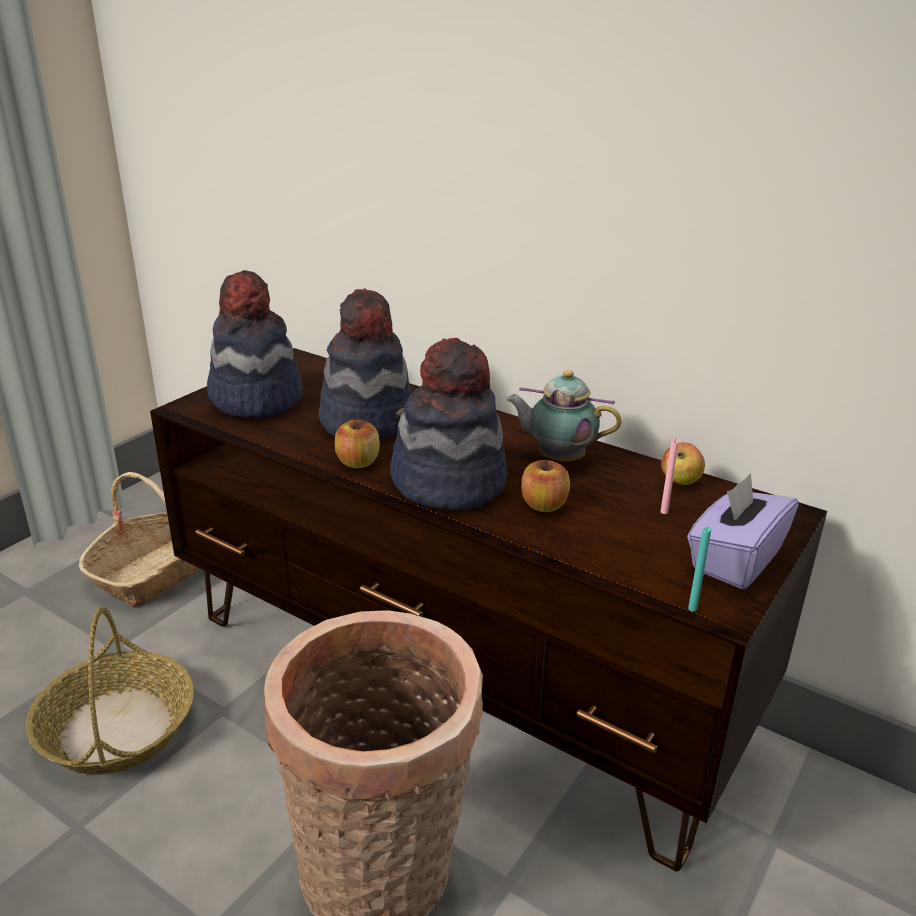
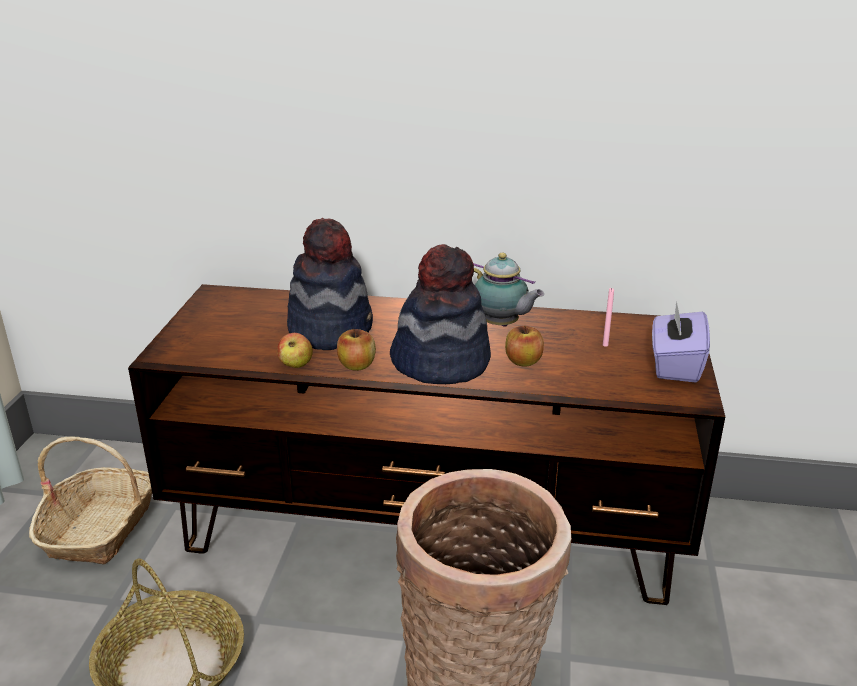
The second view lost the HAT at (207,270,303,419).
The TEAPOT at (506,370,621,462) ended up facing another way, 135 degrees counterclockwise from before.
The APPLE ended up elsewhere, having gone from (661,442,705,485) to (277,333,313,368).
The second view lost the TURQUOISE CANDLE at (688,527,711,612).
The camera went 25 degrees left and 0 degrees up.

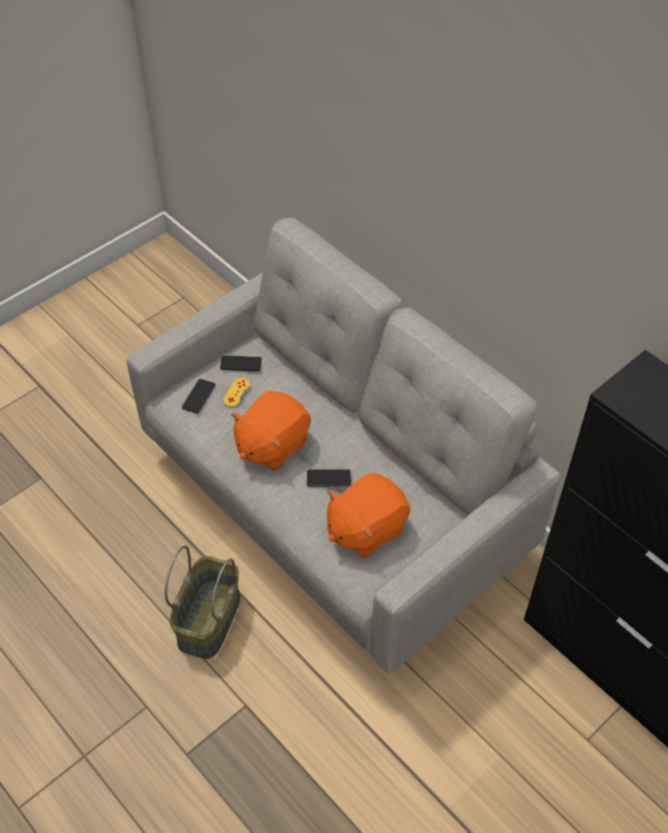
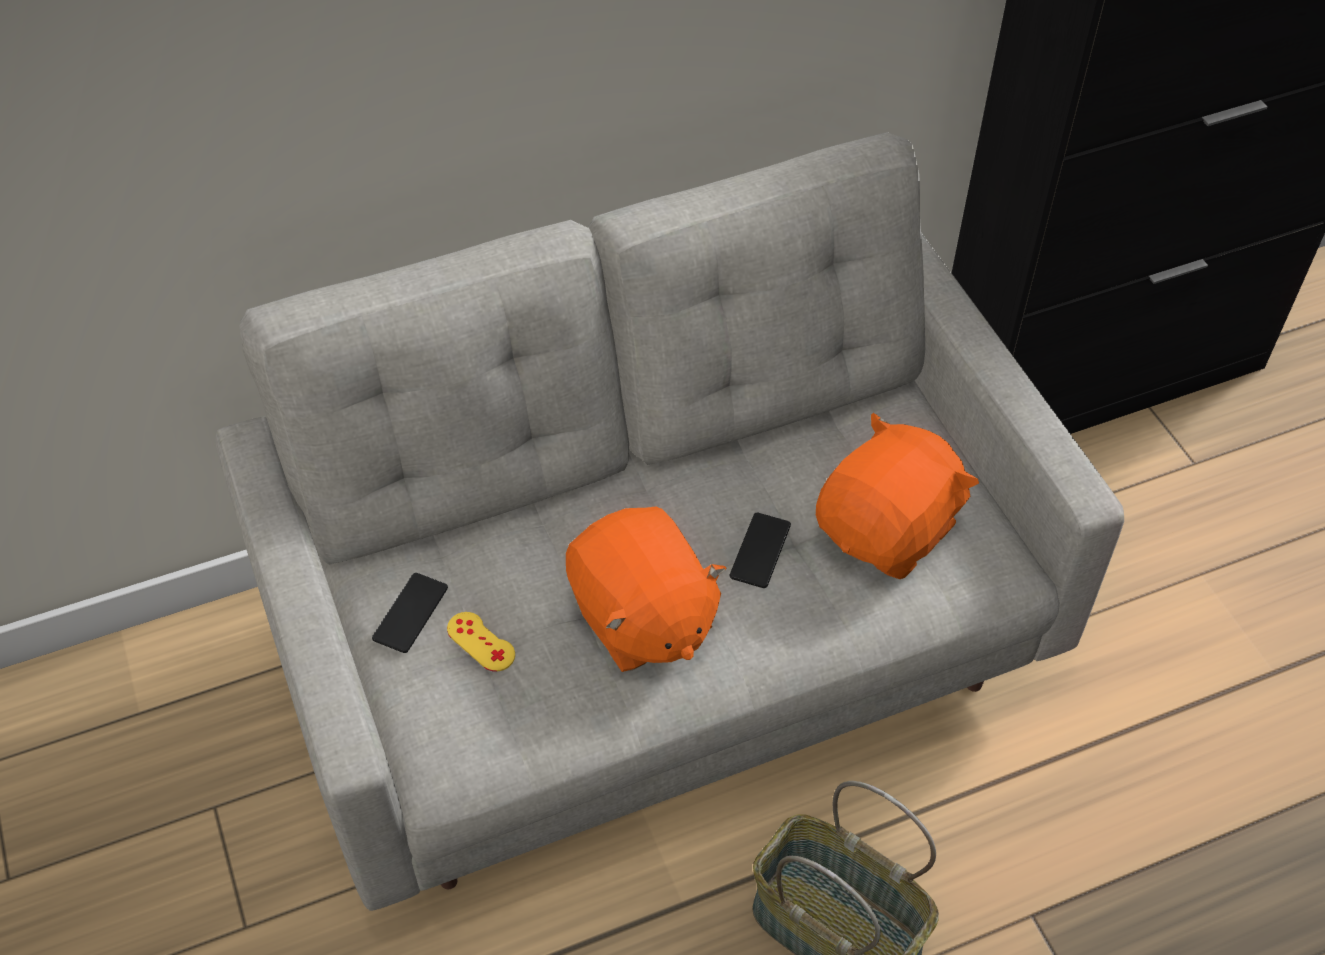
The second view lost the PHONE at (182,379,216,414).
The ORANGE PLUSH TOY at (327,473,410,558) ended up facing another way, 120 degrees counterclockwise from before.
The camera went 70 degrees left and 0 degrees up.

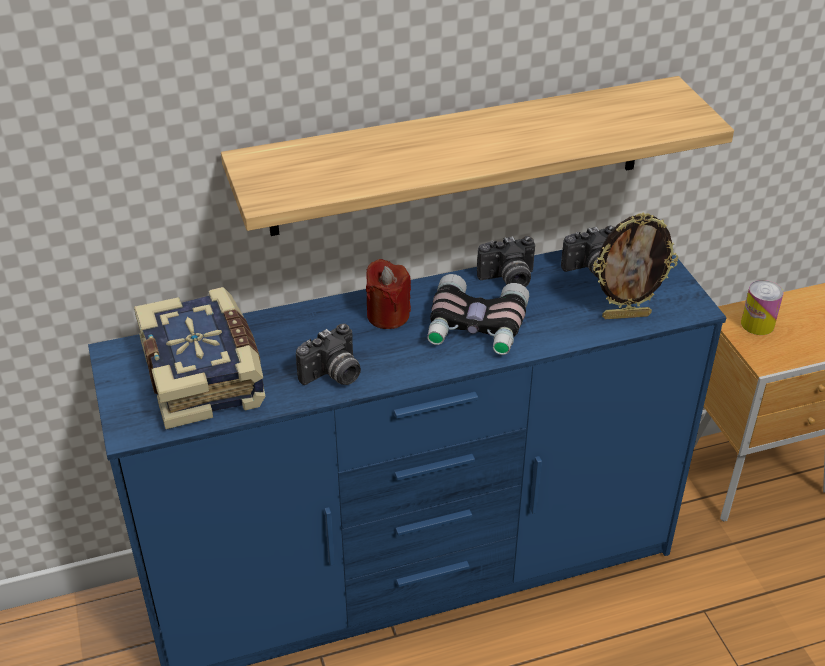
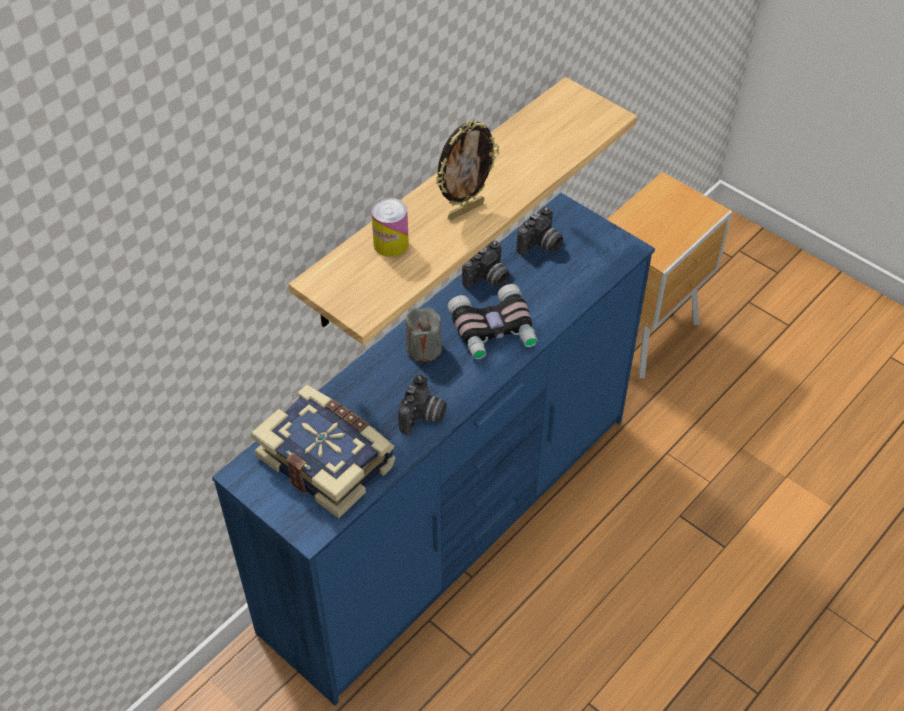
What was the RED CANDLE at (366,259,411,329) turned into the GREY CANDLE at (405,307,442,362).
The PICTURE FRAME ended up elsewhere, having gone from (593,212,678,319) to (435,121,499,220).
The CAN ended up elsewhere, having gone from (741,280,783,335) to (371,198,409,257).
The camera went 30 degrees left and 10 degrees up.

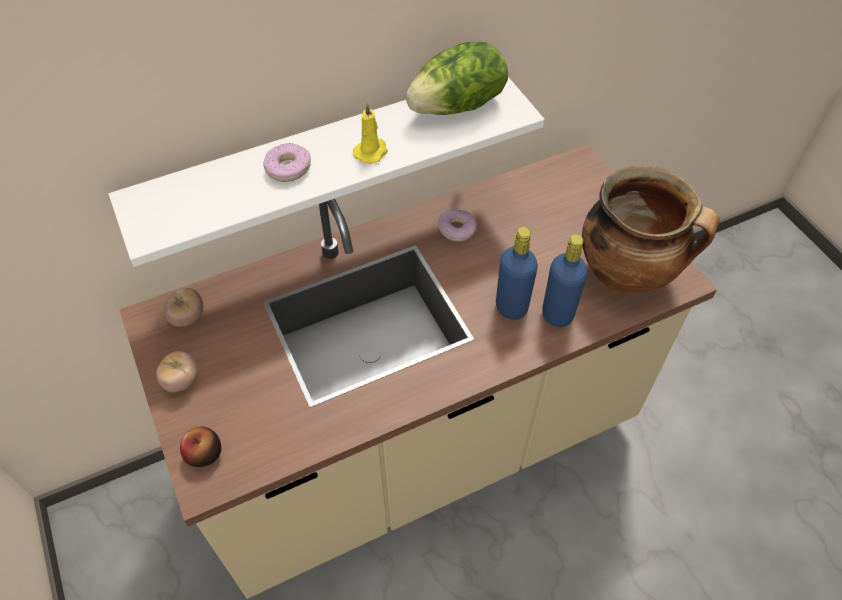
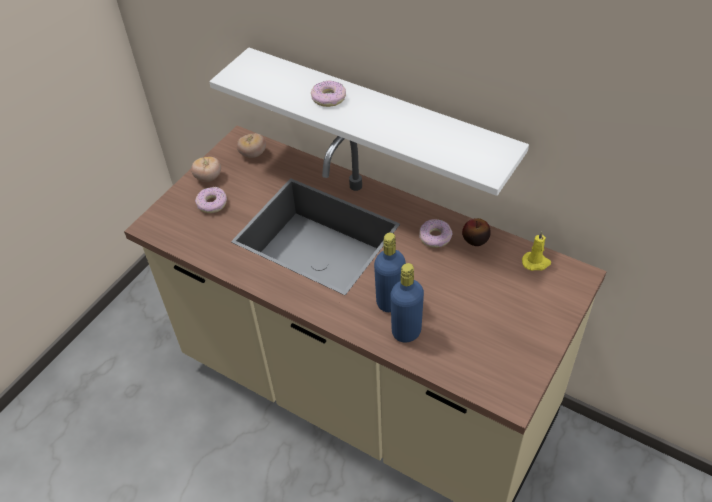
The APPLE ended up elsewhere, having gone from (180,427,221,467) to (462,218,491,246).
The YELLOW CANDLE ended up elsewhere, having gone from (353,103,388,164) to (522,231,551,271).
The second view lost the LETTUCE at (406,42,508,115).
The second view lost the COOKING POT at (582,166,720,294).
The second view gained the DONUT at (195,187,227,213).
The camera went 60 degrees right and 5 degrees down.

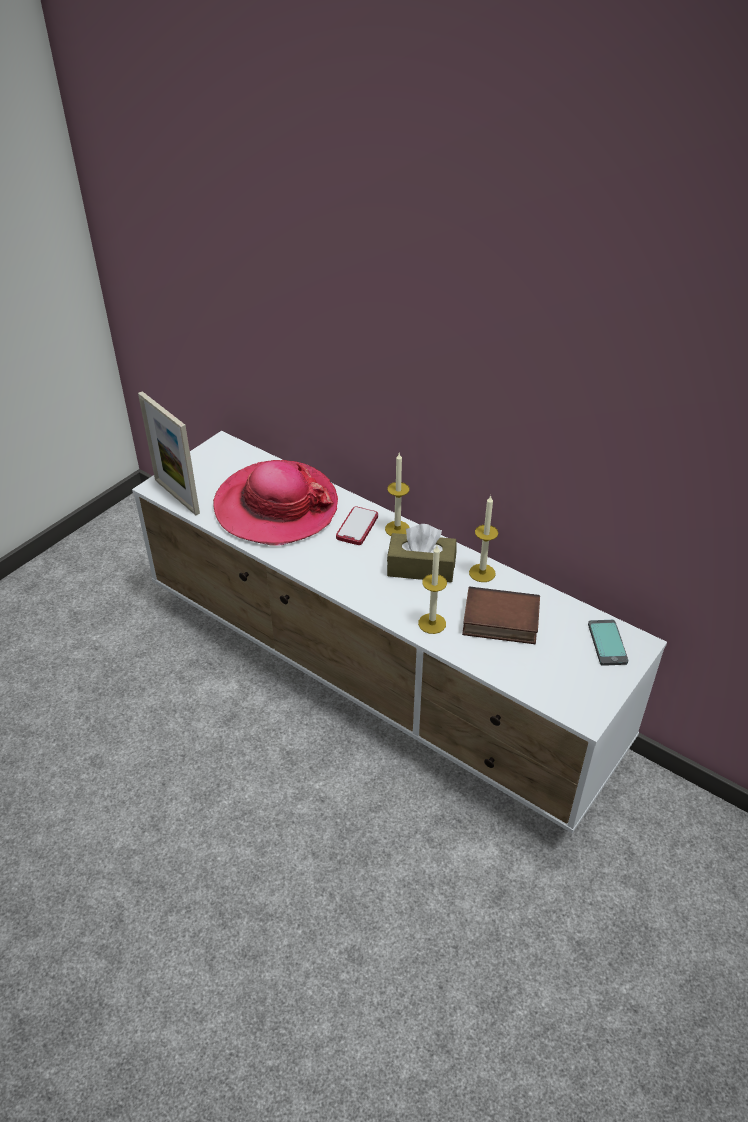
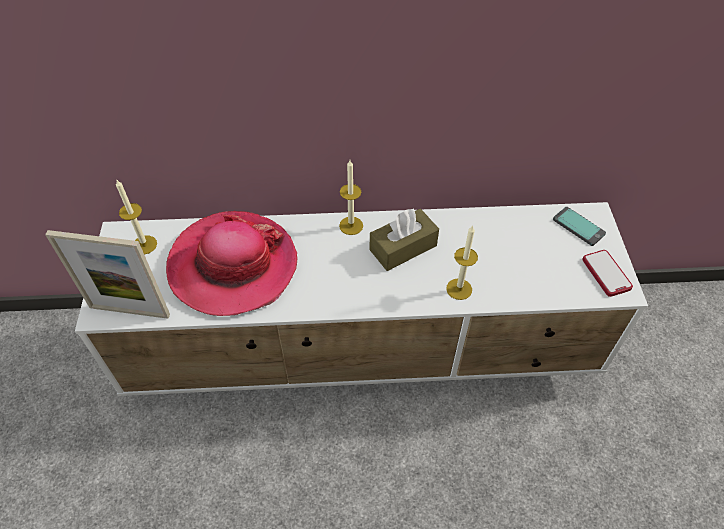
The PHONE ended up elsewhere, having gone from (336,507,378,545) to (582,250,633,297).
The second view lost the BOOK at (462,586,540,644).
The CANDLE ended up elsewhere, having gone from (469,495,498,582) to (116,180,157,255).
The camera went 40 degrees left and 10 degrees up.

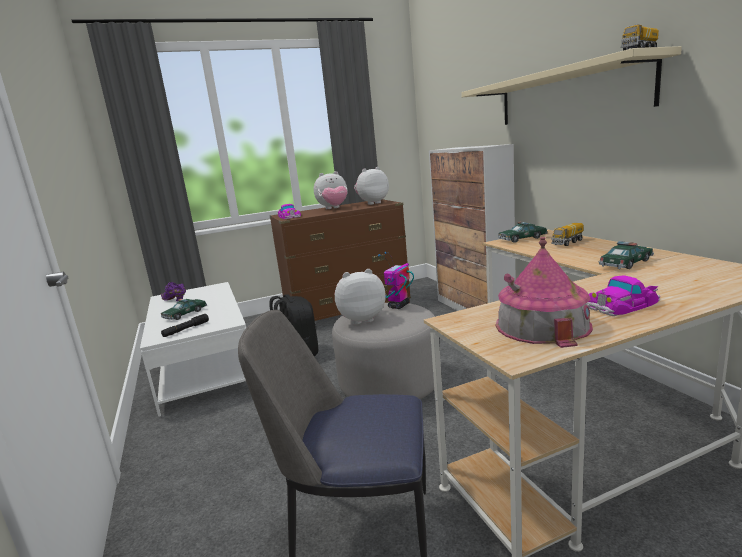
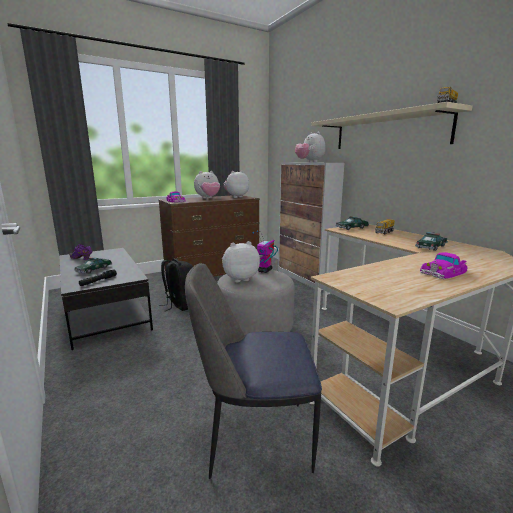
What was the WHITE COFFEE TABLE at (140,282,246,417) turned into the BLACK COFFEE TABLE at (59,248,153,350).
The second view lost the TOY HOUSE at (496,237,593,348).
The second view gained the PLUSH TOY at (295,132,325,162).
The camera went 10 degrees left and 0 degrees up.

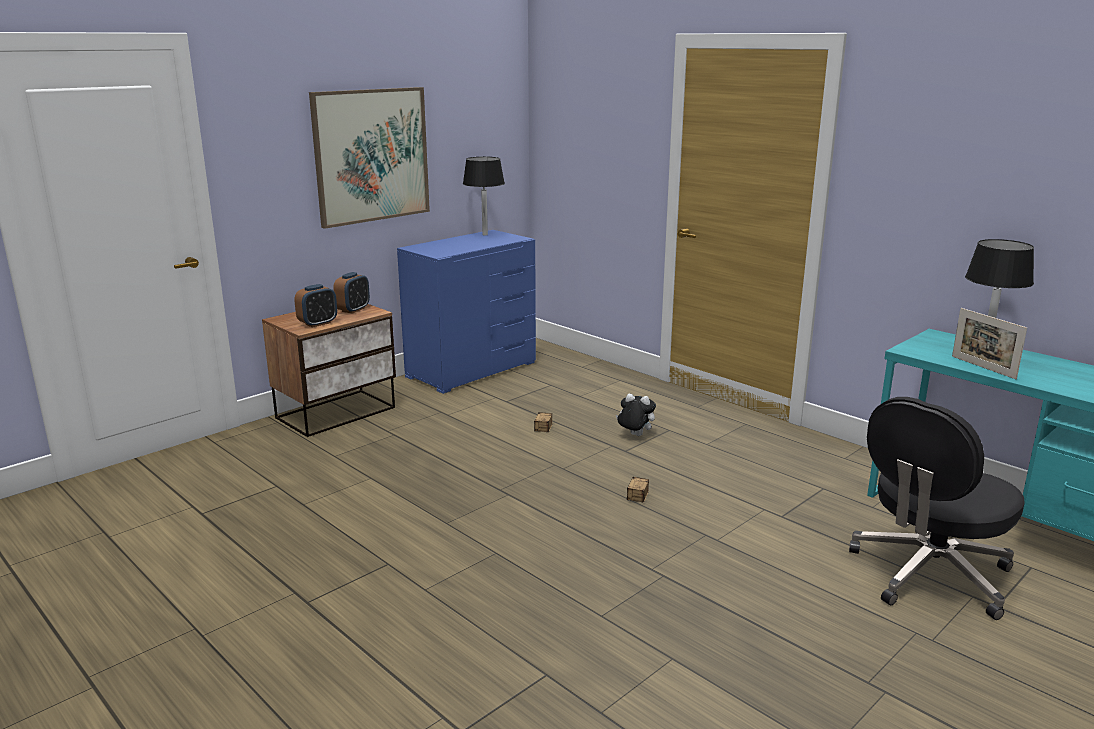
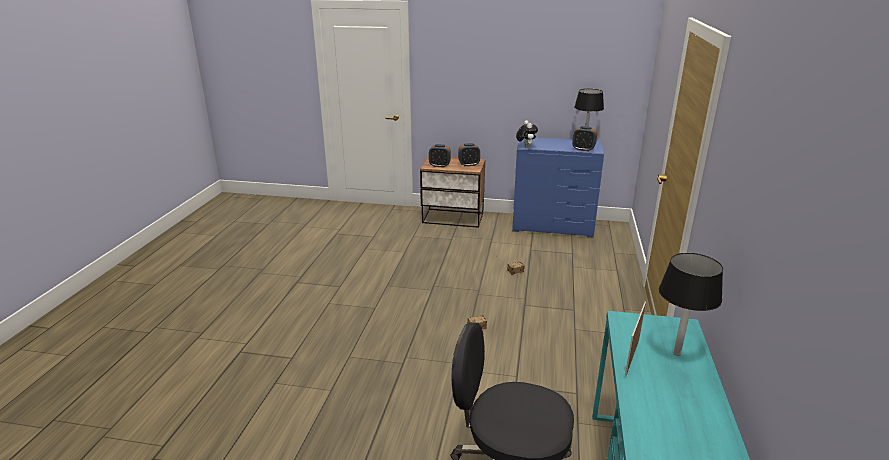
The second view lost the PICTURE at (309,87,430,229).
The PLUSH TOY ended up elsewhere, having gone from (616,393,656,436) to (516,120,538,148).
The second view gained the ALARM CLOCK at (572,126,597,152).
The camera went 55 degrees right and 5 degrees up.

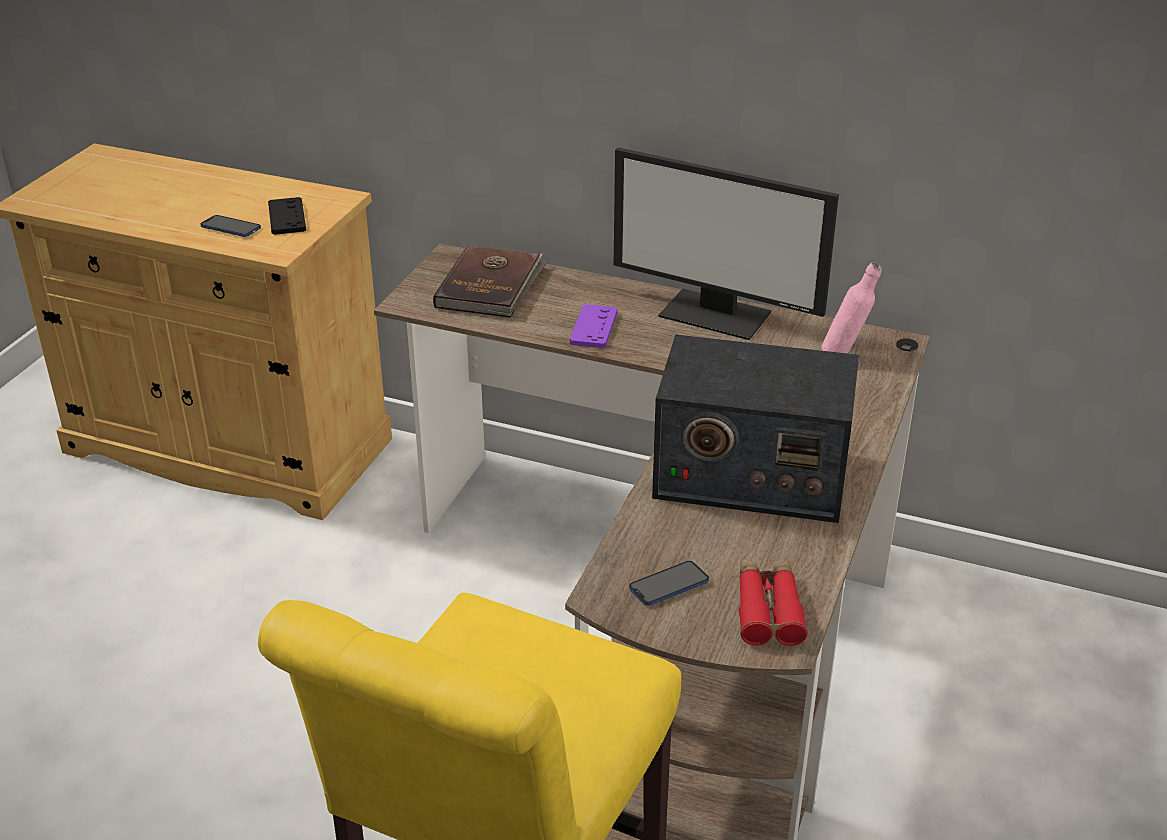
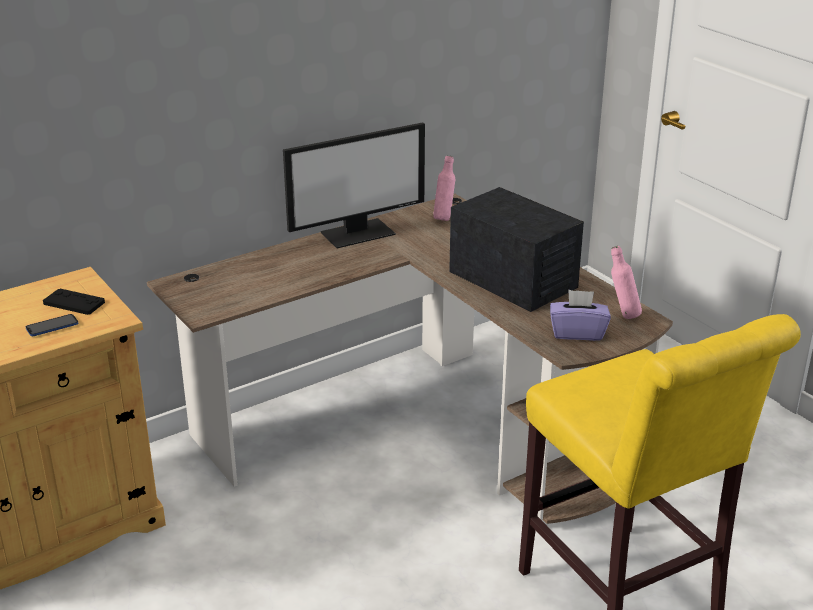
The second view lost the BROWN BOOK at (433,245,547,318).
The second view lost the PURPLE GAME CONTROLLER at (570,304,618,348).
Where the PHONE stood at (629,561,709,606), the PURPLE TISSUE BOX came to stand at (550,290,611,341).
The RADIO at (652,334,859,523) ended up facing another way, 90 degrees counterclockwise from before.
Where the RED BINOCULARS stood at (739,559,808,646), the PINK BOTTLE came to stand at (611,246,642,319).
The camera went 55 degrees left and 5 degrees down.

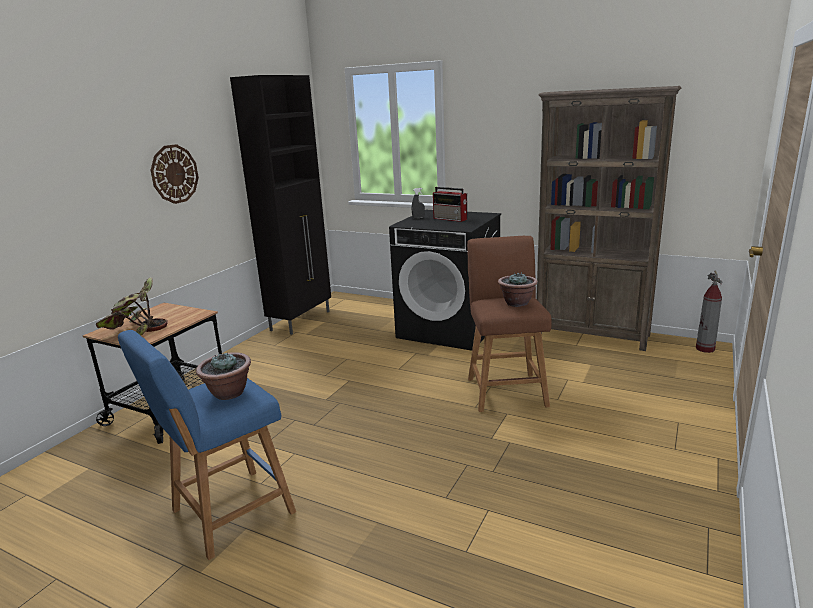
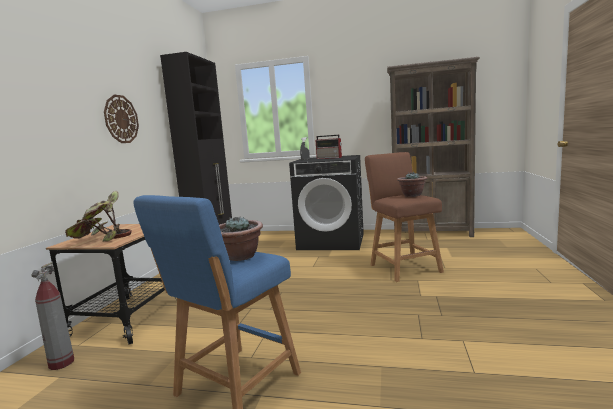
The FIRE EXTINGUISHER ended up elsewhere, having gone from (696,271,722,353) to (32,262,74,370).
The camera went 15 degrees left and 10 degrees down.

